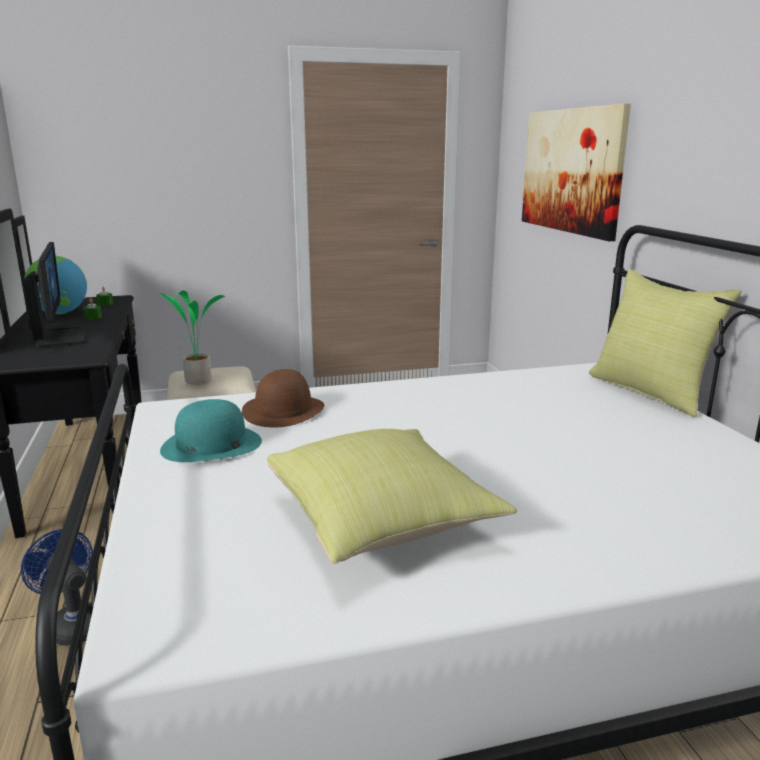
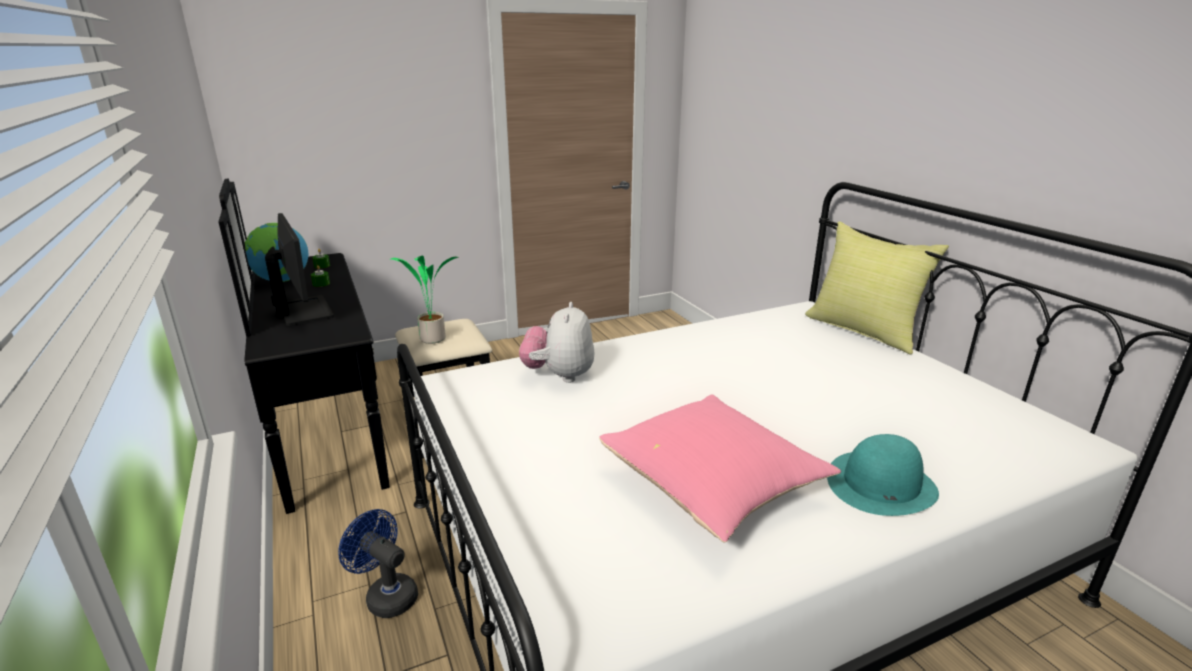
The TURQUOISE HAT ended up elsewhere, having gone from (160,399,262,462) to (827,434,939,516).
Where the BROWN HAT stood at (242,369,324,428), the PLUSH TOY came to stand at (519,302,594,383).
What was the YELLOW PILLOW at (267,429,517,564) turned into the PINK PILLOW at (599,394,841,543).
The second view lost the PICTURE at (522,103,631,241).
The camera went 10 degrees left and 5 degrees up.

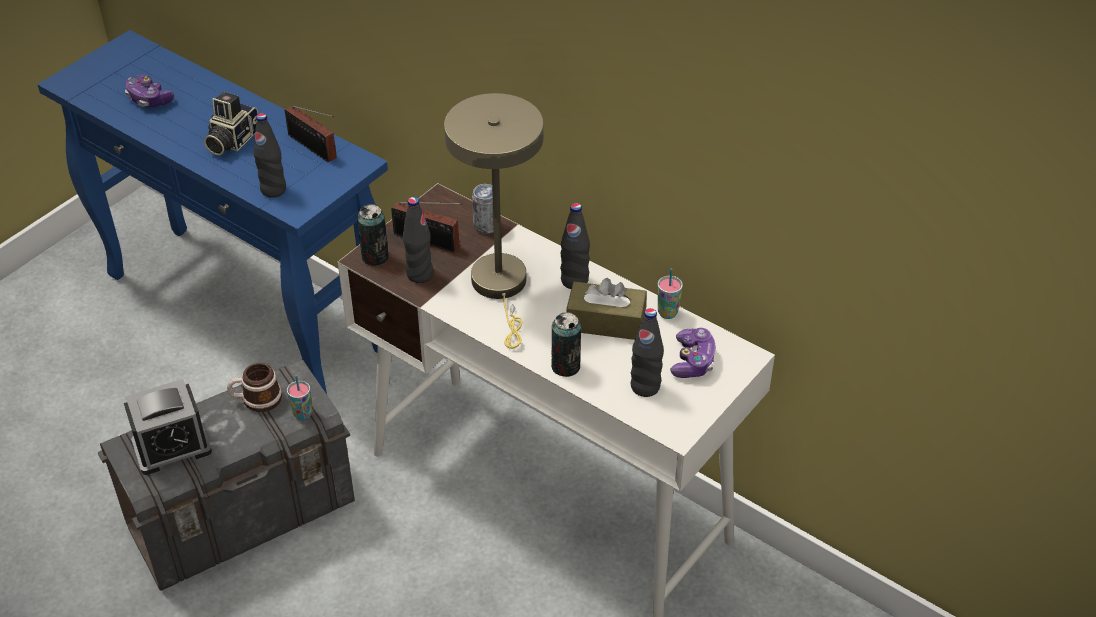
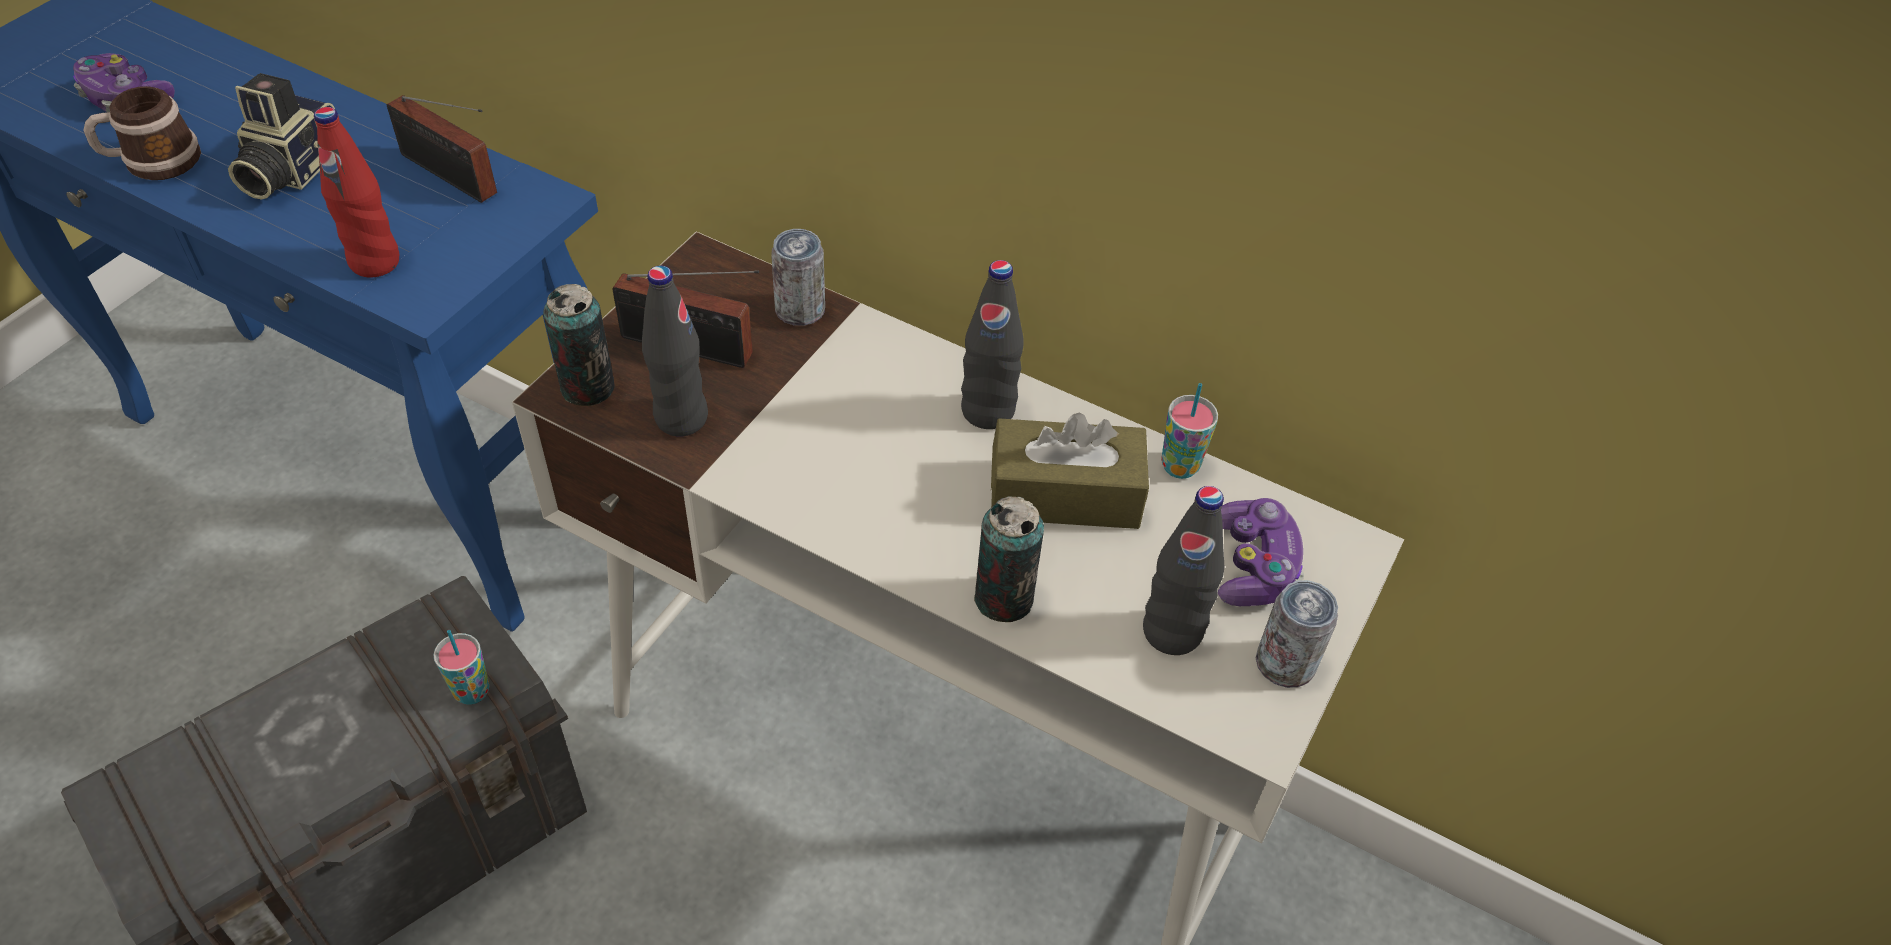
The second view lost the ALARM CLOCK at (124,379,212,475).
The MUG ended up elsewhere, having gone from (227,363,282,412) to (84,86,201,180).
What was the BLACK BOTTLE at (254,113,286,198) turned into the RED BOTTLE at (314,107,399,278).
The second view lost the BEIGE TABLE LAMP at (444,93,543,349).
The second view gained the CAN at (1256,580,1338,688).
The camera went 10 degrees left and 5 degrees up.

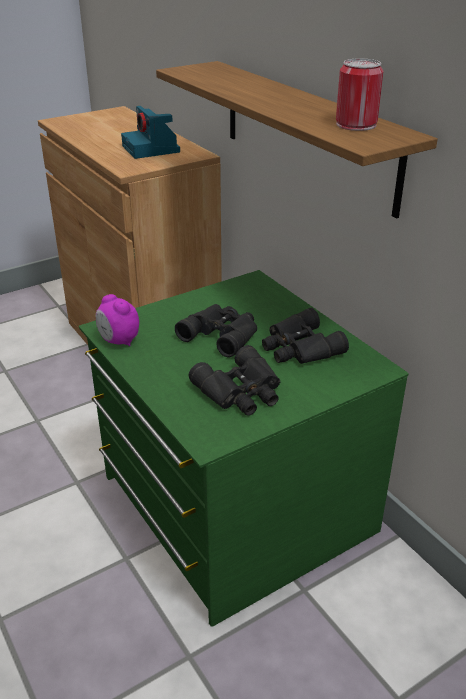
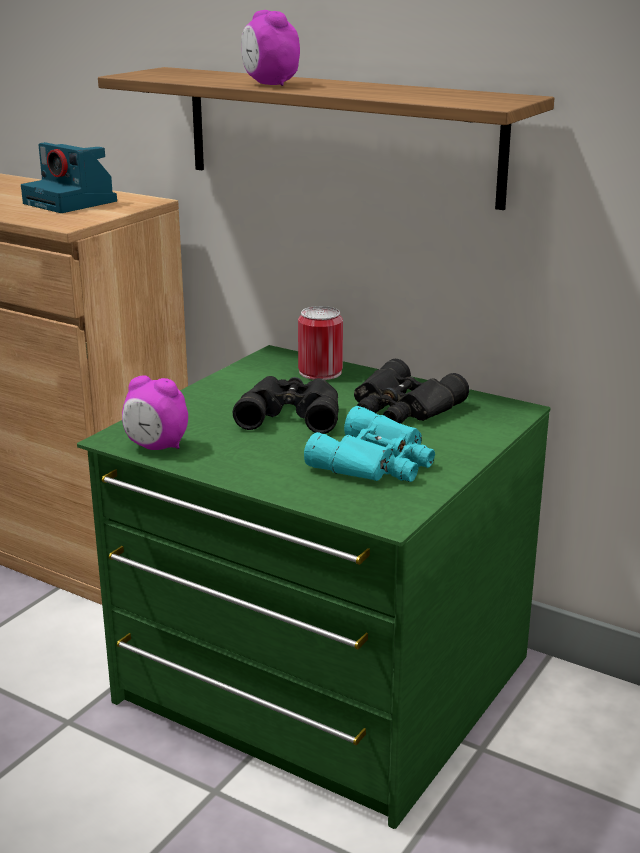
What was the BLACK BINOCULARS at (189,345,280,416) turned into the TURQUOISE BINOCULARS at (304,406,435,482).
The CAN ended up elsewhere, having gone from (336,58,383,131) to (298,306,343,380).
The second view gained the ALARM CLOCK at (241,10,300,86).
The camera went 25 degrees left and 10 degrees down.

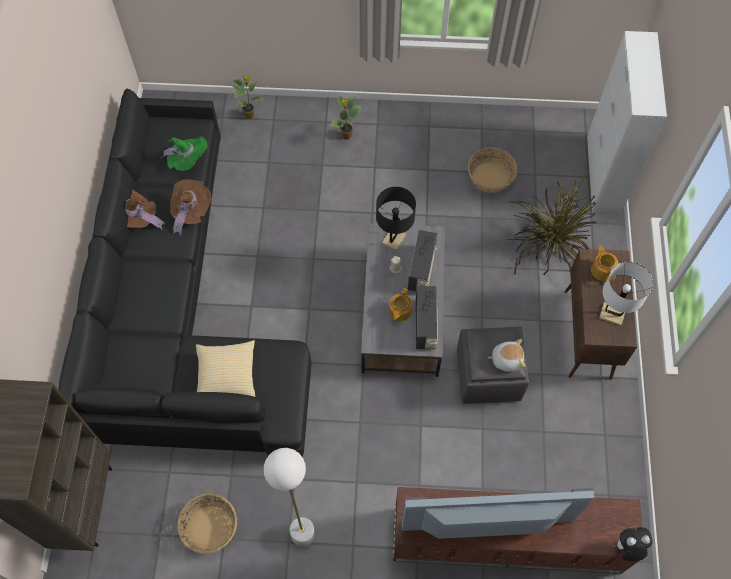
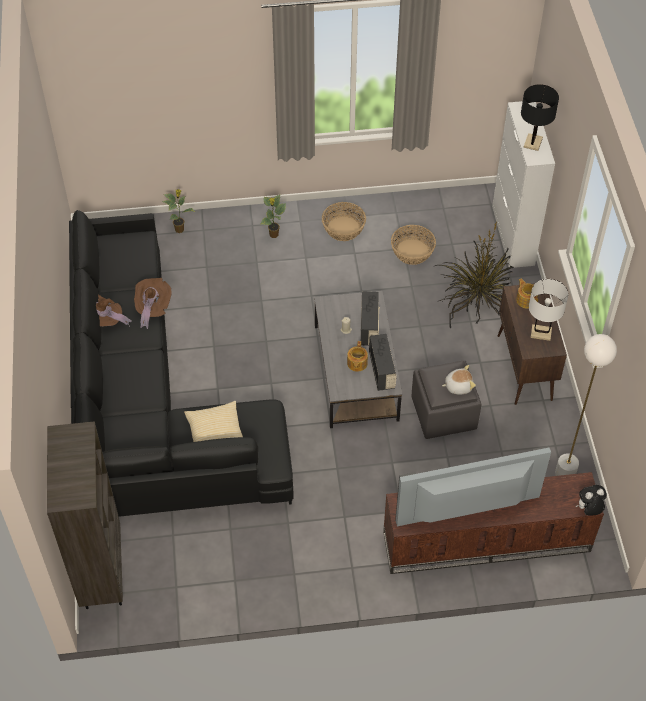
The second view lost the GREEN HAT at (161,136,208,171).
The BASKET ended up elsewhere, having gone from (177,494,237,554) to (322,202,366,241).
The WHITE FLOOR LAMP ended up elsewhere, having gone from (264,448,315,547) to (555,334,617,476).
The BLACK TABLE LAMP ended up elsewhere, having gone from (376,187,416,251) to (521,84,559,151).
The camera went 10 degrees left and 10 degrees down.

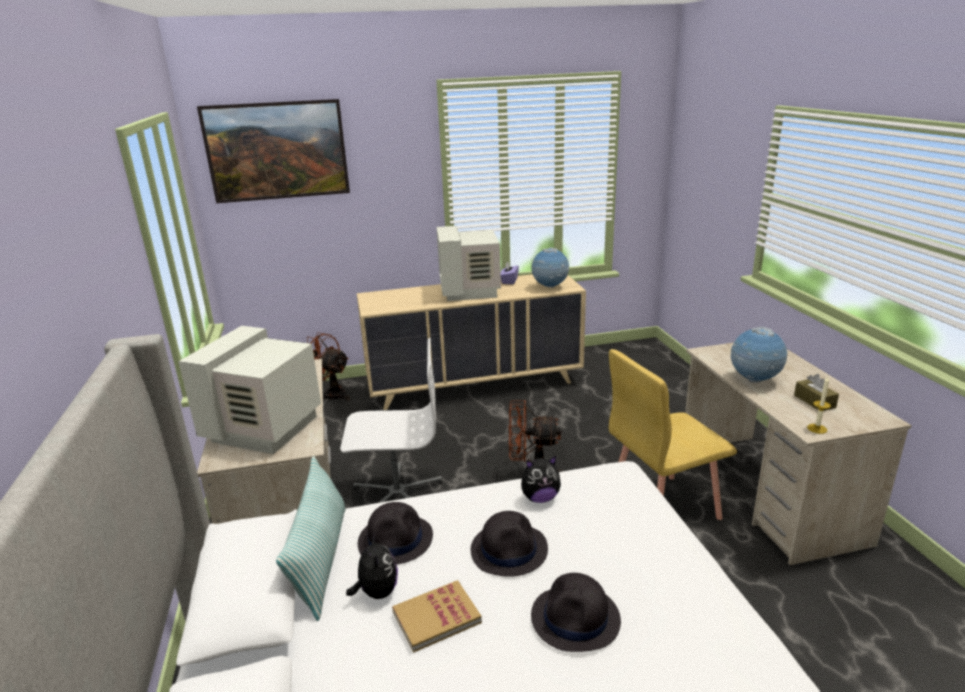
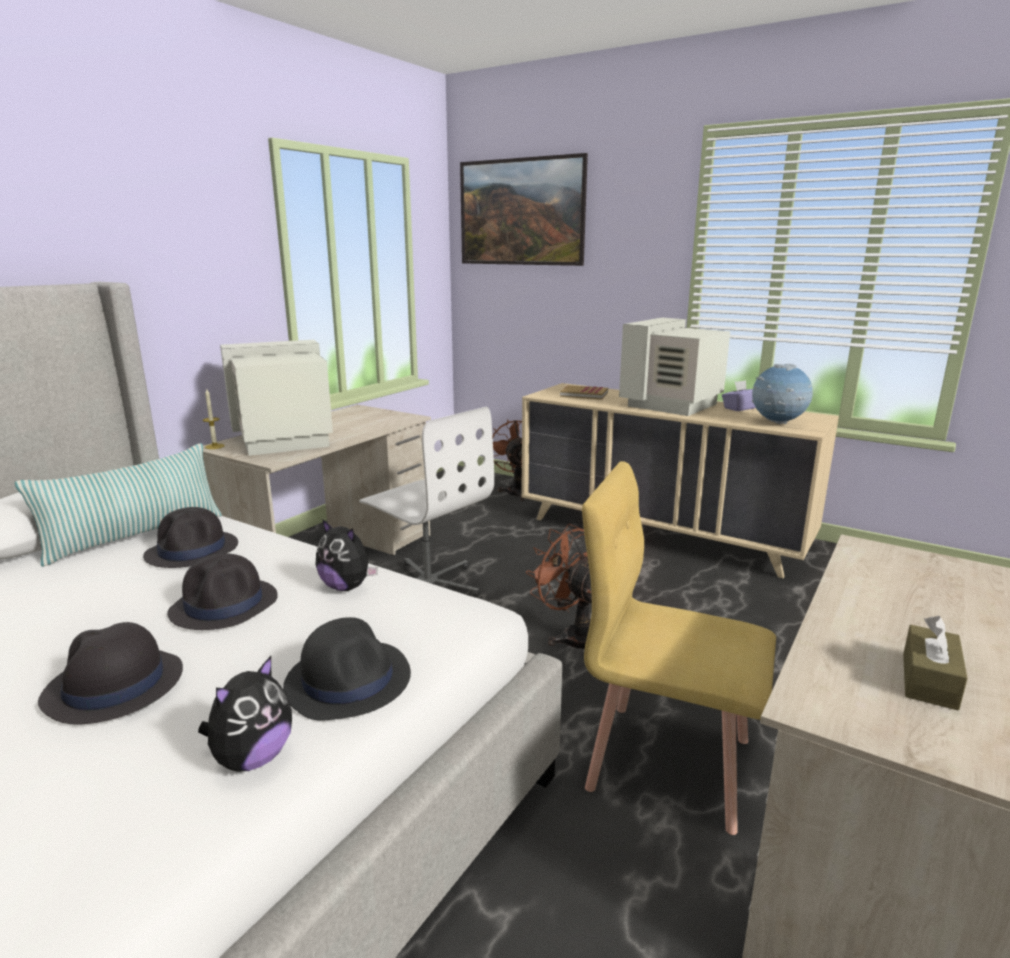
The PLUSH TOY ended up elsewhere, having gone from (346,534,398,599) to (198,656,292,772).
The BOOK ended up elsewhere, having gone from (392,580,482,653) to (560,385,608,400).
The second view lost the GLOBE at (731,327,787,383).
The CANDLE ended up elsewhere, having gone from (807,377,831,434) to (203,389,225,449).
The second view gained the BLACK HAT at (283,617,411,721).
The camera went 45 degrees right and 5 degrees down.

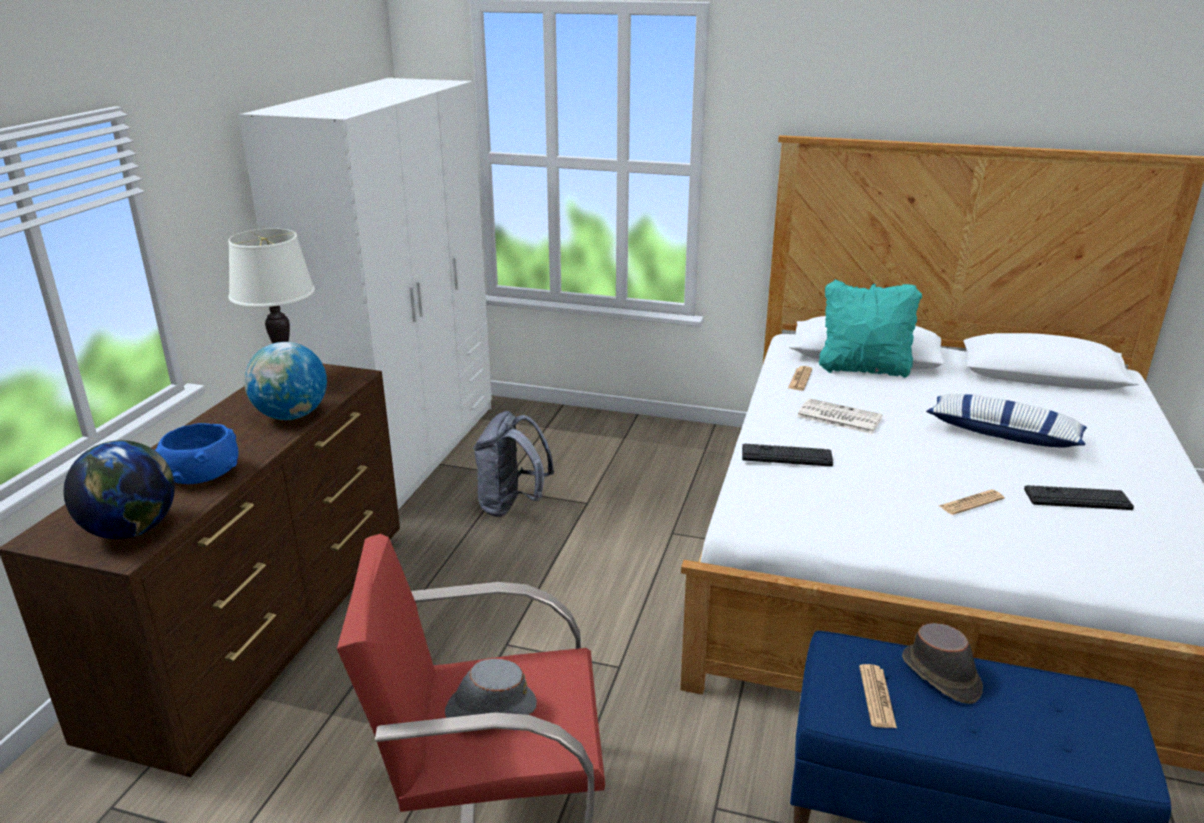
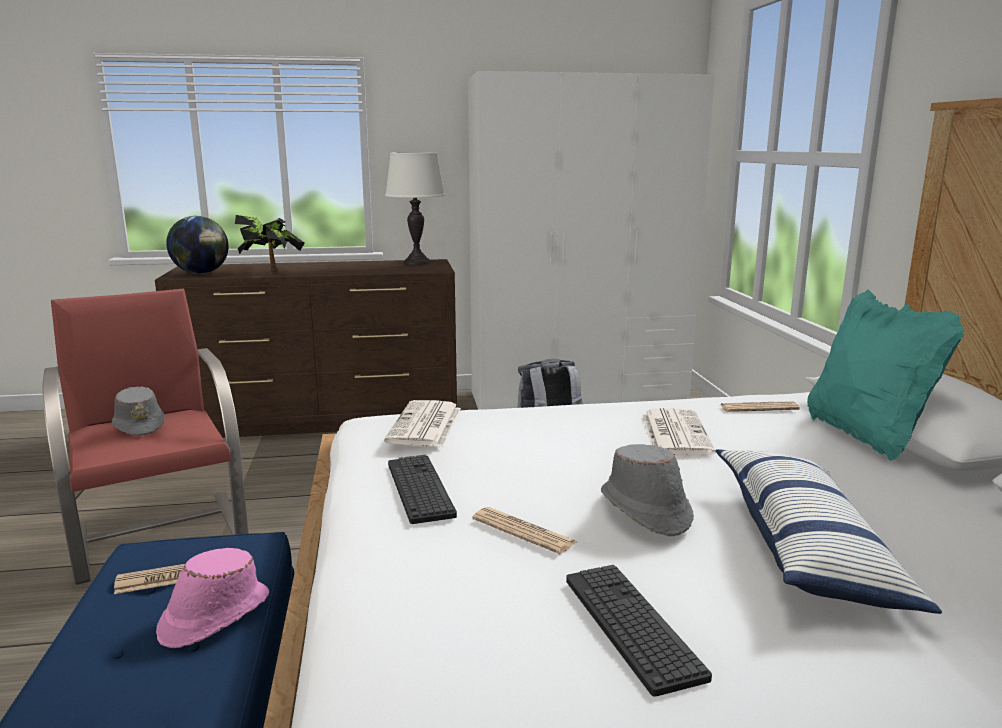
Where the BLUE BOWL stood at (155,423,239,484), the POTTED PLANT came to stand at (235,215,305,273).
The second view lost the GLOBE at (244,342,327,420).
The KEYBOARD ended up elsewhere, having gone from (742,443,833,467) to (388,455,457,524).
What was the BROWN HAT at (902,623,983,704) turned into the PINK HAT at (156,548,269,648).
The second view gained the NEWSPAPER at (384,400,461,447).
The second view gained the GREY HAT at (601,444,694,536).
The camera went 65 degrees right and 10 degrees down.

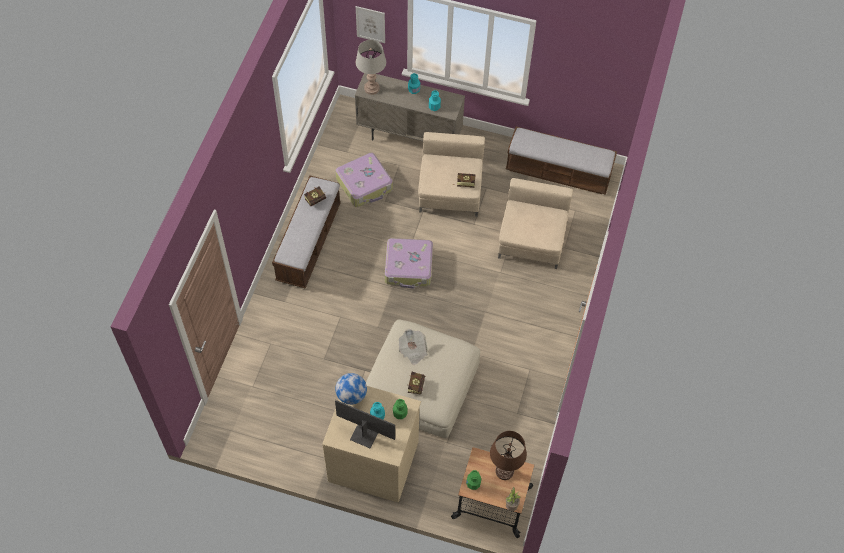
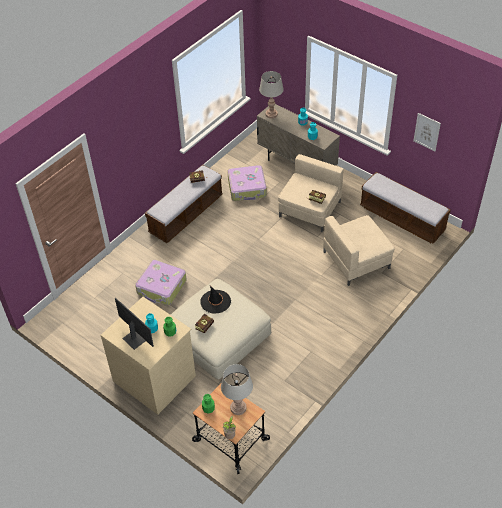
The second view lost the GLOBE at (335,373,367,405).
The PICTURE ended up elsewhere, having gone from (356,6,385,43) to (413,113,441,151).
The SUITCASE ended up elsewhere, having gone from (385,238,433,289) to (135,260,187,305).
Where the NEWSPAPER stood at (399,329,428,365), the BLACK HAT came to stand at (200,286,231,313).
What was the BROWN TABLE LAMP at (490,431,527,480) turned into the GREY TABLE LAMP at (221,364,253,415).
The BEIGE ARMCHAIR at (498,178,573,269) ended up facing another way, 150 degrees counterclockwise from before.
The camera went 25 degrees right and 10 degrees down.

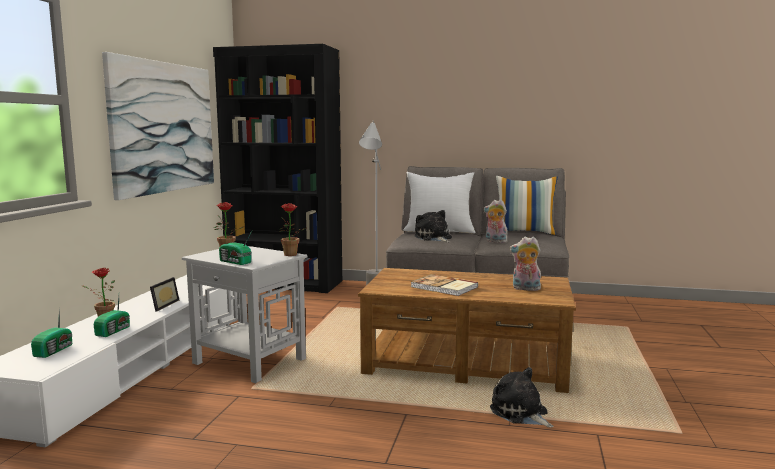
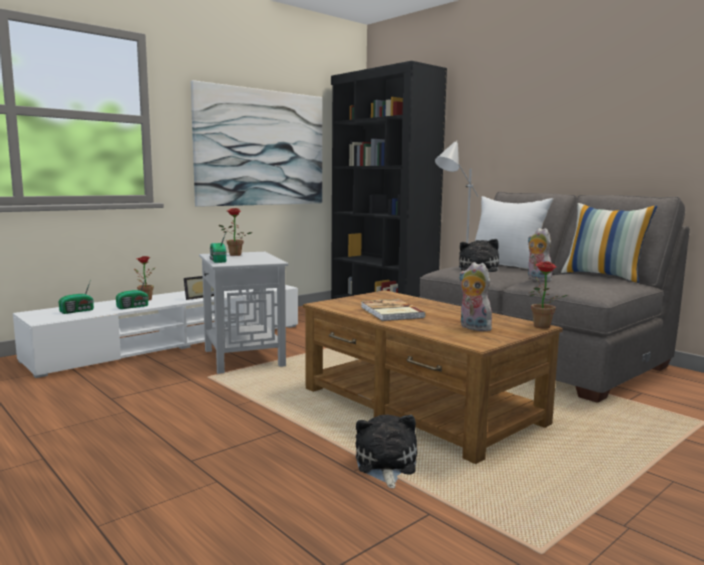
The POTTED PLANT ended up elsewhere, having gone from (279,203,306,256) to (529,261,568,328).
The camera went 35 degrees right and 0 degrees up.

